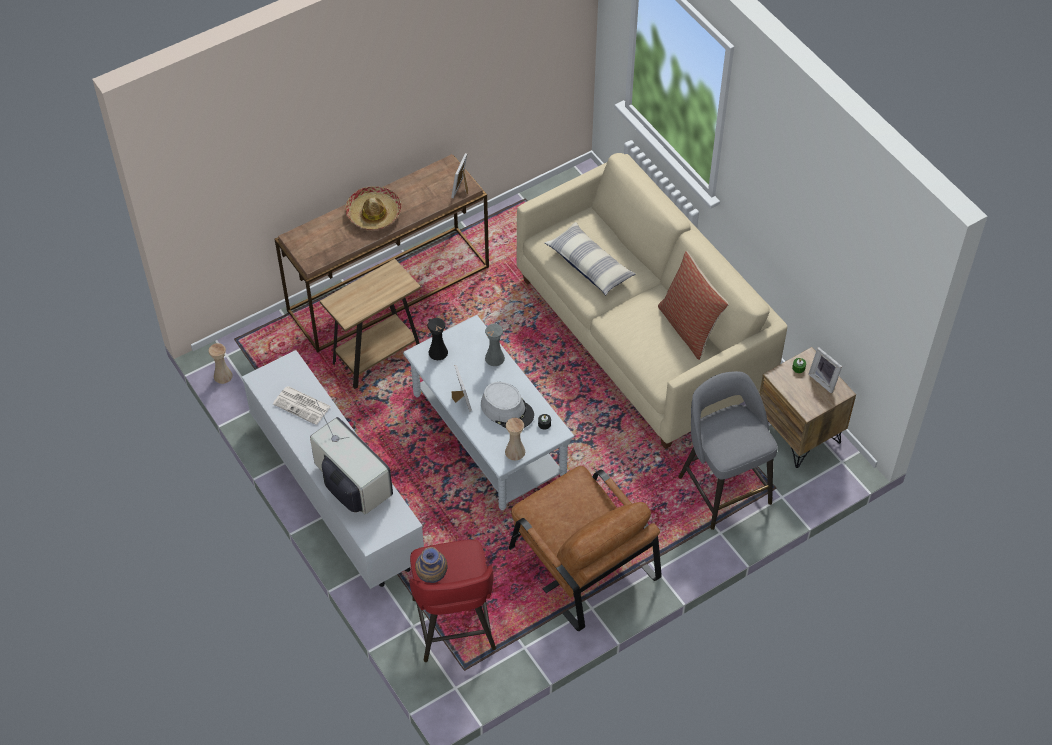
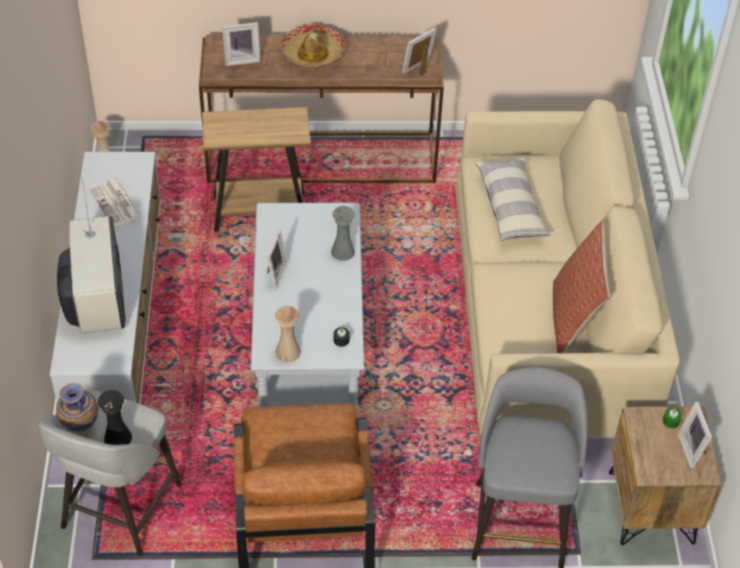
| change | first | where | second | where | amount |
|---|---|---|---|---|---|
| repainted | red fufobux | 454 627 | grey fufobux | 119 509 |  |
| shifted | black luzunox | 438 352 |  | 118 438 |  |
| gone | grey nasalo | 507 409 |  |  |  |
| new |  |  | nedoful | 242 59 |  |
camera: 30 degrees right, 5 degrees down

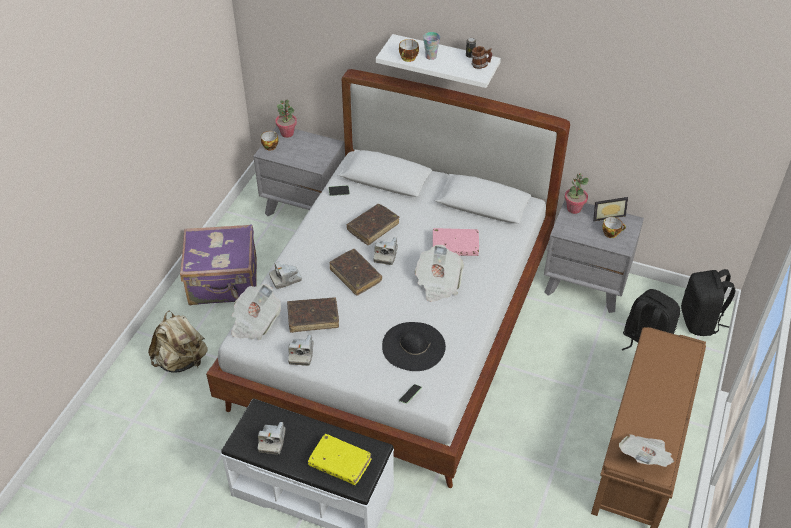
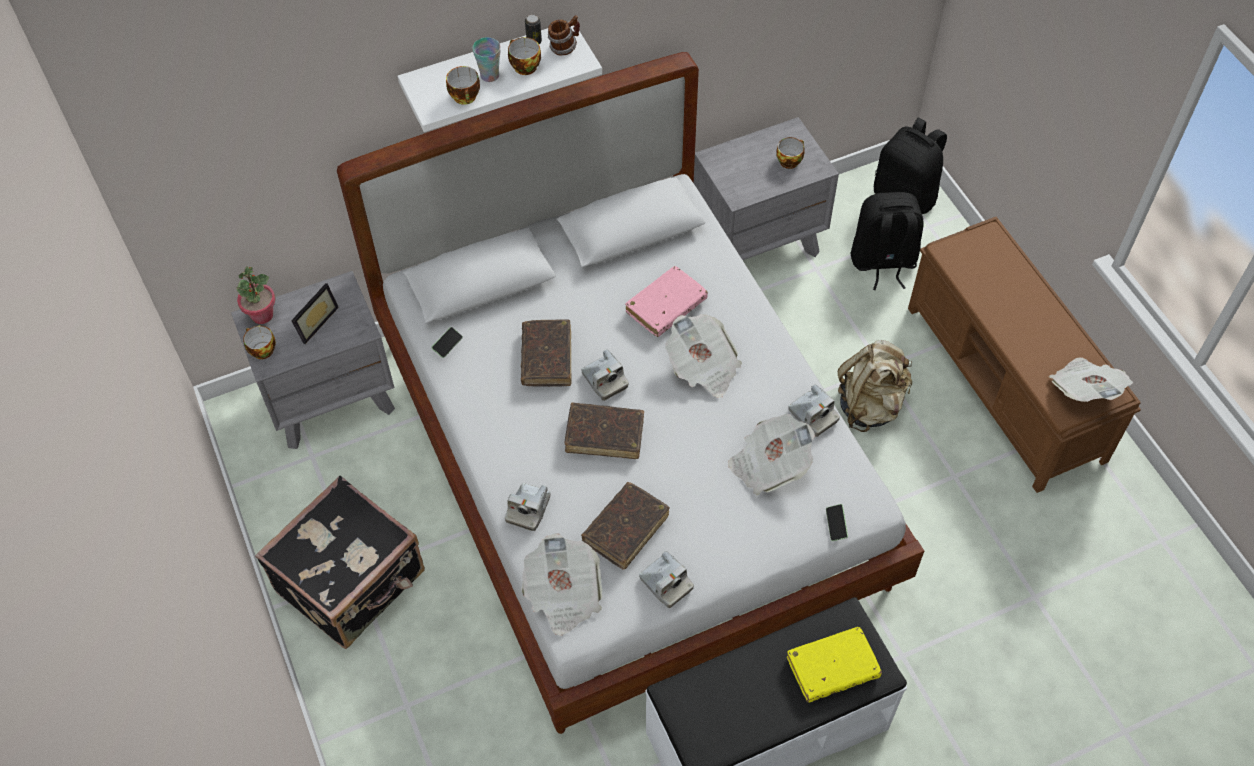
| change | first | where | second | where | amount |
|---|---|---|---|---|---|
| shifted | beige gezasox | 181 361 |  | 870 405 |  |
| repainted | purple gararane | 224 283 | black gararane | 353 582 |  |
| shifted | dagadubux | 272 441 |  | 813 416 |  |
| swapped | black nasalo | 413 346 | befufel | 769 465 |  |
| gone | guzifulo | 573 209 |  |  |  |
| shifted | nedoful | 607 214 |  | 314 321 |  |
| new |  |  | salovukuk | 523 66 |  |
camera: 45 degrees left, 10 degrees up

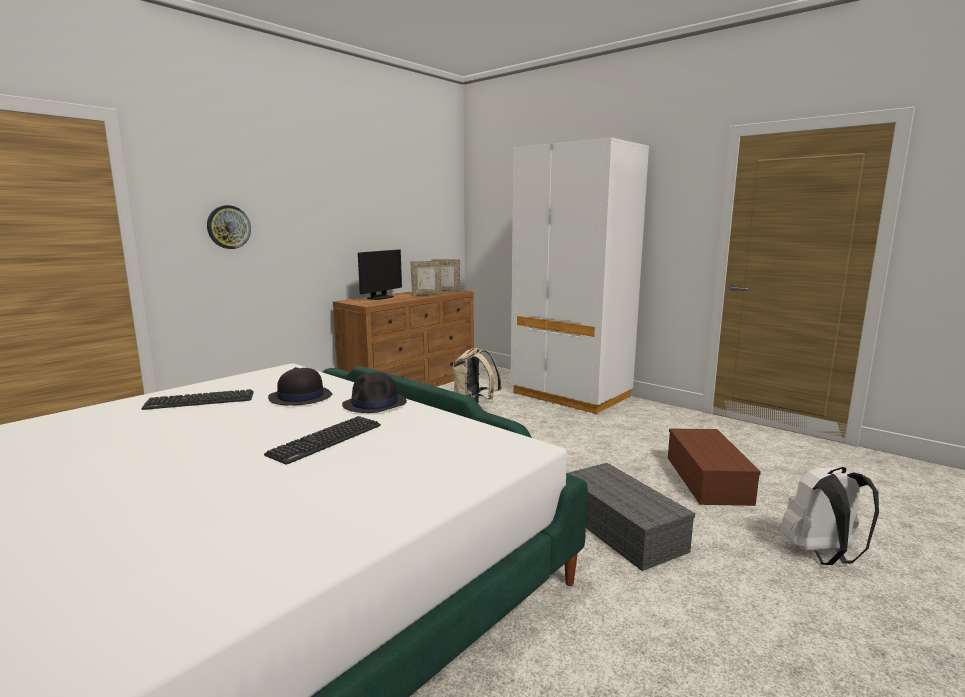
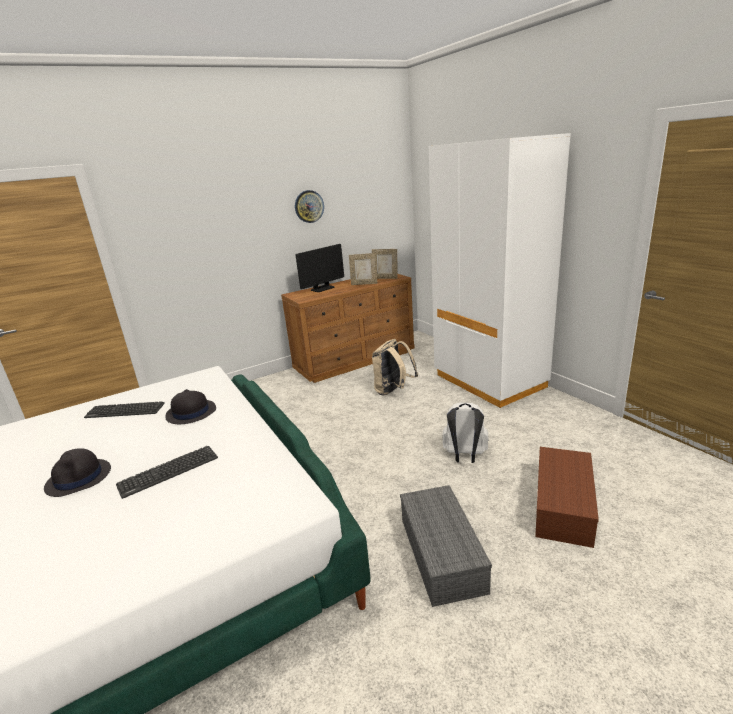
| change | first | where | second | where | amount |
|---|---|---|---|---|---|
| shifted | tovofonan | 228 227 |  | 309 206 |  |
| shifted | black nasalo | 375 404 |  | 79 478 |  |
| shifted | white gezasox | 822 555 |  | 465 456 |  |
camera: 20 degrees right, 10 degrees up

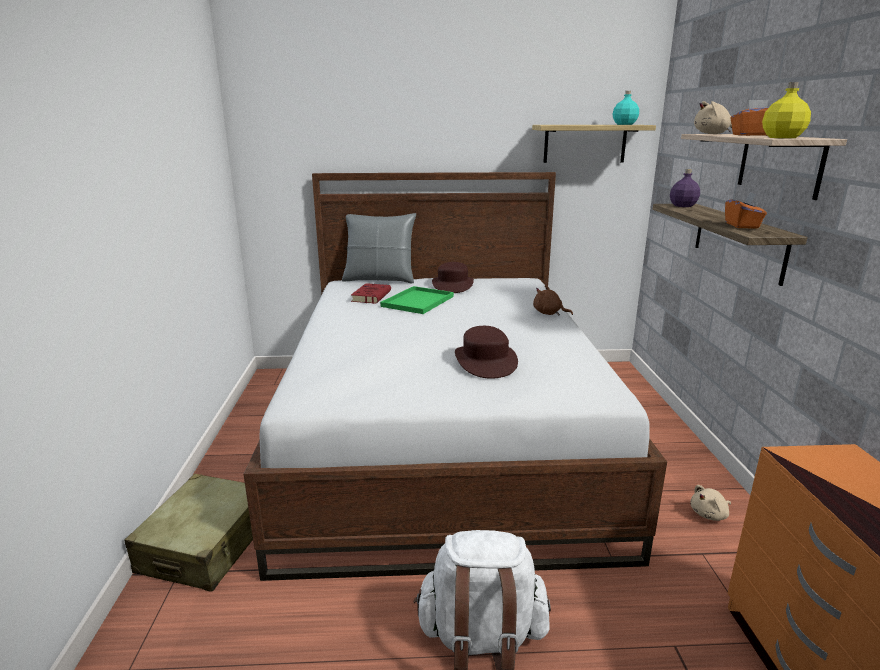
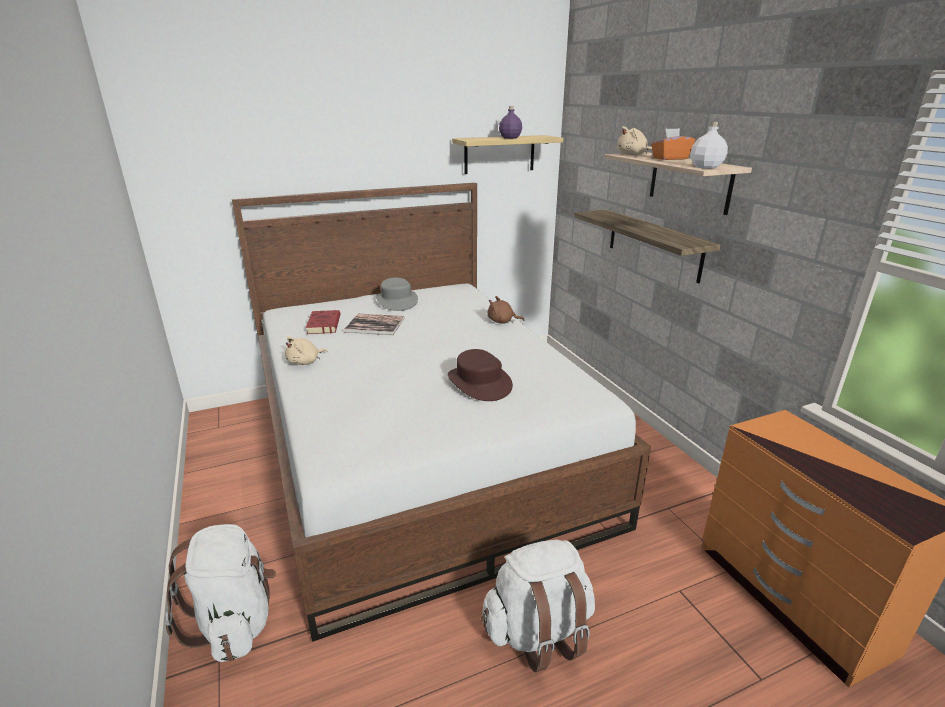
| change | first | where | second | where | amount |
|---|---|---|---|---|---|
| swapped | beige gararane | 206 545 | white gezasox | 235 622 |  |
| gone | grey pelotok | 379 279 |  |  |  |
| swapped | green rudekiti | 418 302 | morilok | 375 325 |  |
| repainted | brown nasalo | 452 285 | grey nasalo | 396 301 |  |
| gone | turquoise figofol | 624 124 |  |  |  |
| shifted | purple figofol | 682 206 |  | 510 138 |  |
| shifted | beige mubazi | 709 514 |  | 305 362 |  |
| gone | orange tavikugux | 742 225 |  |  |  |
| repainted | yellow figofol | 781 138 | white figofol | 705 167 |  |
camera: 20 degrees left, 5 degrees up

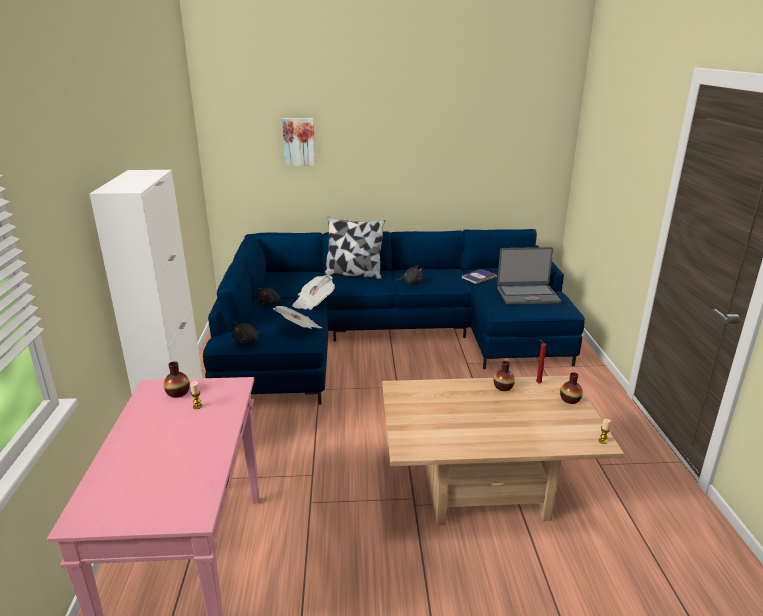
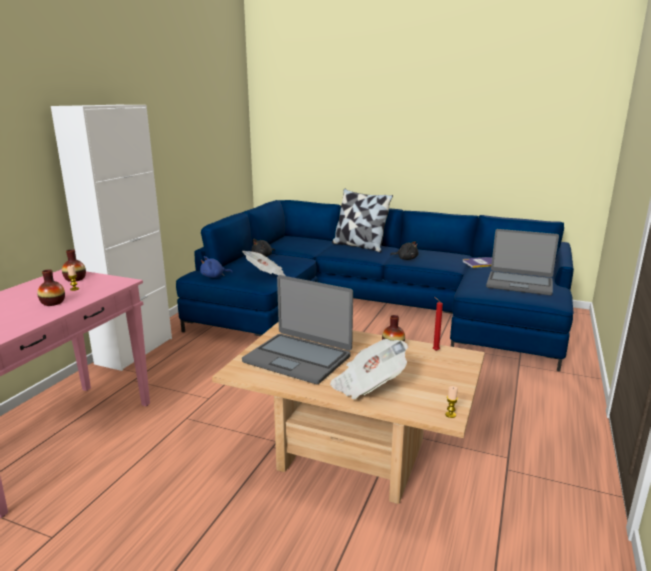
| change | first | where | second | where | amount |
|---|---|---|---|---|---|
| repainted | black mubazi | 247 342 | blue mubazi | 214 277 |  |
| gone | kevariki | 299 142 |  |  |  |
| shifted | befufel | 313 303 |  | 368 385 |  |
| shifted | luzunox | 570 399 |  | 53 303 |  |
| new |  |  | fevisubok | 298 358 |  |
camera: 25 degrees right, 5 degrees down

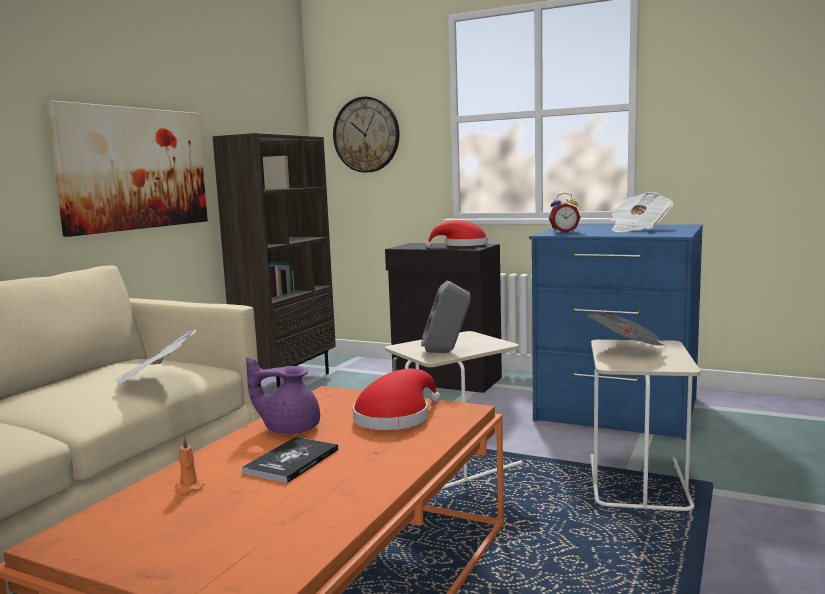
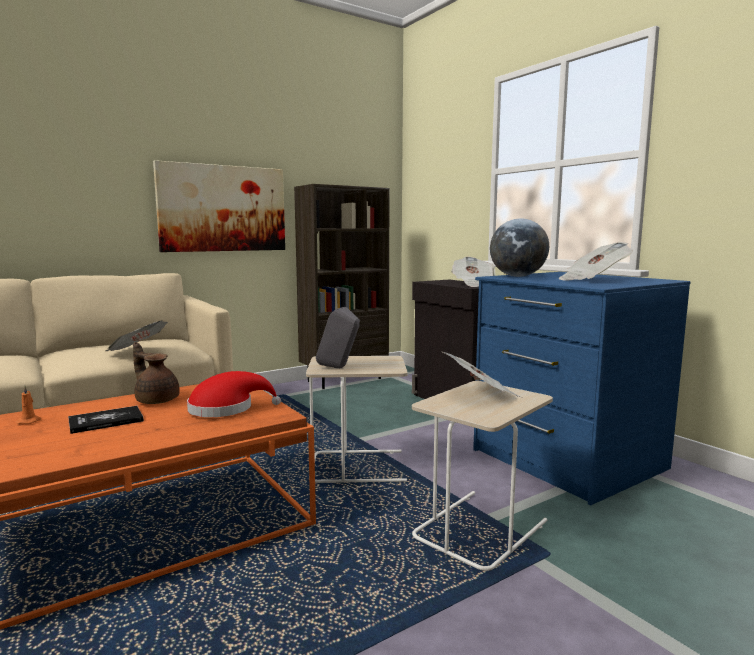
| change | first | where | second | where | amount |
|---|---|---|---|---|---|
| repainted | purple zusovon | 289 428 | brown zusovon | 156 400 |  |
| gone | tovofonan | 366 135 |  |  |  |
| swapped | red nasalo | 462 246 | befufel | 473 284 |  |
| swapped | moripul | 563 232 | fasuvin | 518 276 |  |
camera: 30 degrees right, 0 degrees up

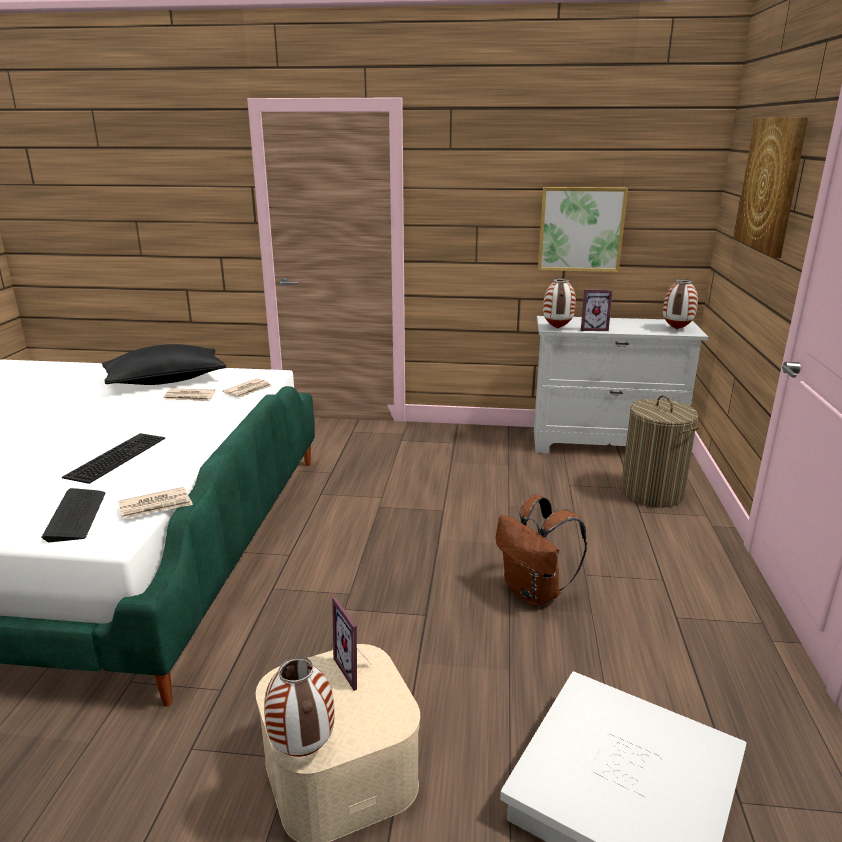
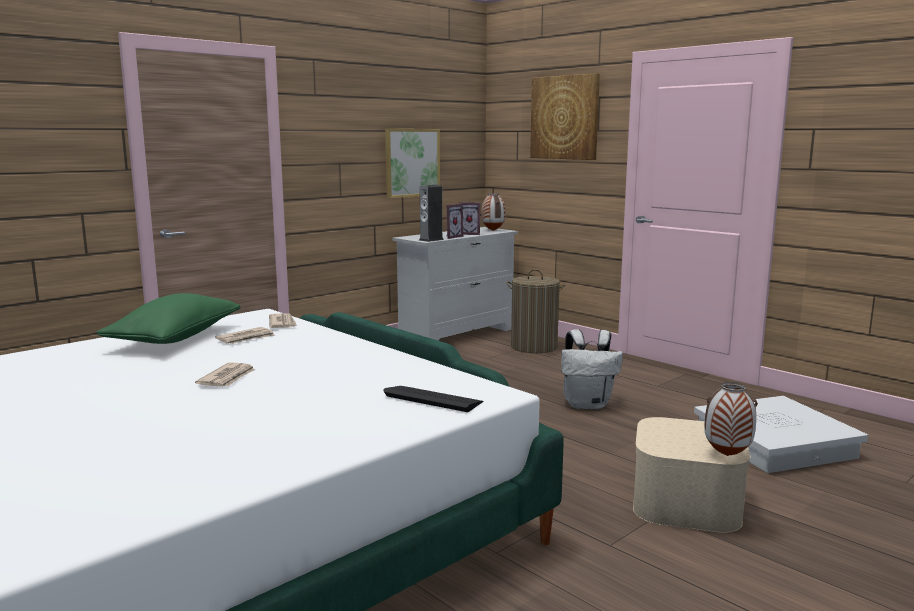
| change | first | where | second | where | amount |
|---|---|---|---|---|---|
| gone | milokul | 115 456 |  |  |  |
| repainted | black pelotok | 166 381 | green pelotok | 175 338 |  |
| shifted | befufel | 156 506 |  | 228 378 |  |
| shifted | nedoful | 356 669 |  | 470 234 |  |
| repainted | brown gezasox | 534 593 | white gezasox | 587 404 |  |
| swapped | luzunox | 557 328 | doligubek | 431 240 |  |
camera: 50 degrees left, 10 degrees down

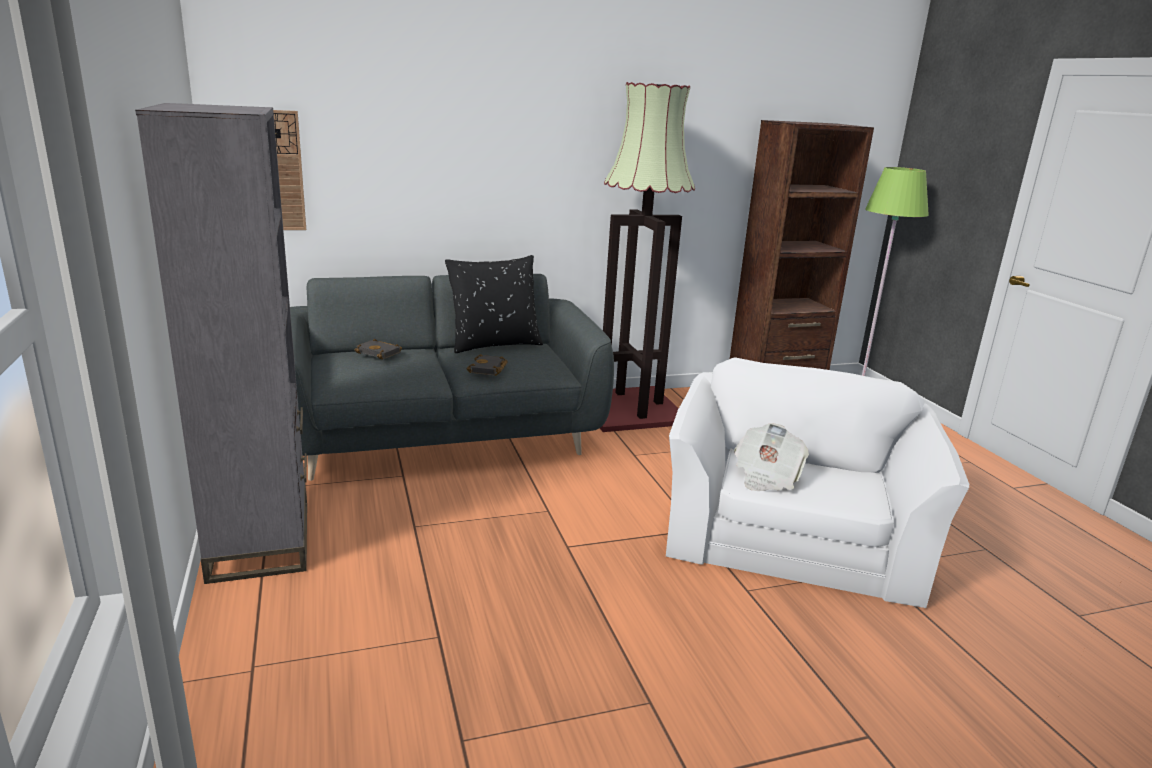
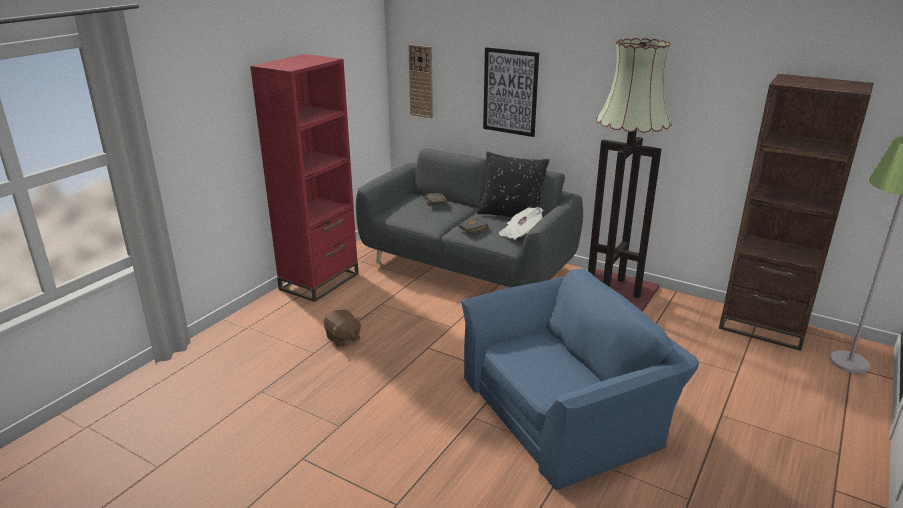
| change | first | where | second | where | amount |
|---|---|---|---|---|---|
| repainted | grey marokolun | 261 540 | red marokolun | 319 281 |  |
| repainted | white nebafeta | 792 531 | blue nebafeta | 565 409 |  |
| shifted | befufel | 766 476 |  | 520 233 |  |
| new |  |  | brown mubazi | 343 338 |  |
| new |  |  | kevariki | 510 92 |  |
camera: 50 degrees right, 5 degrees up

